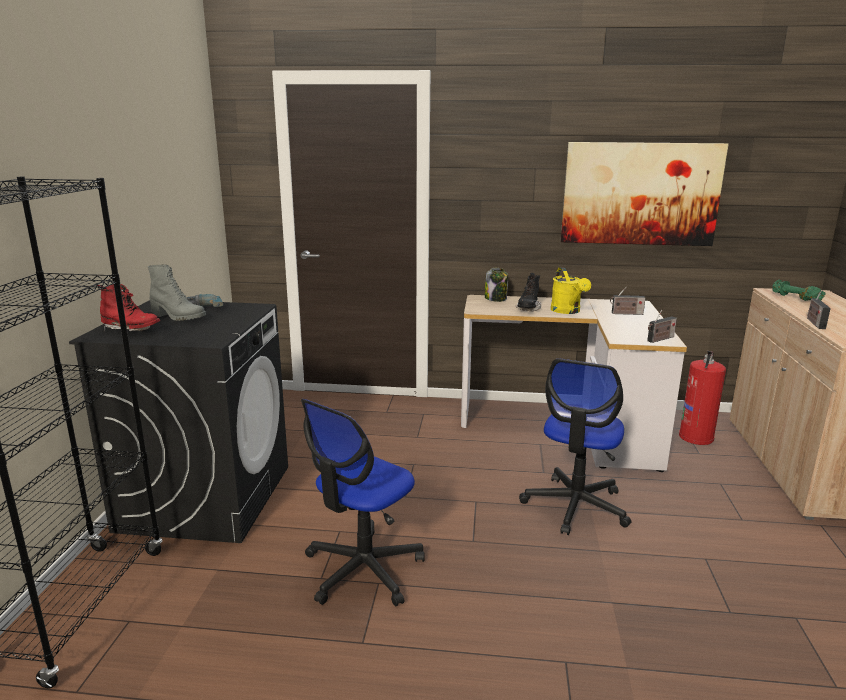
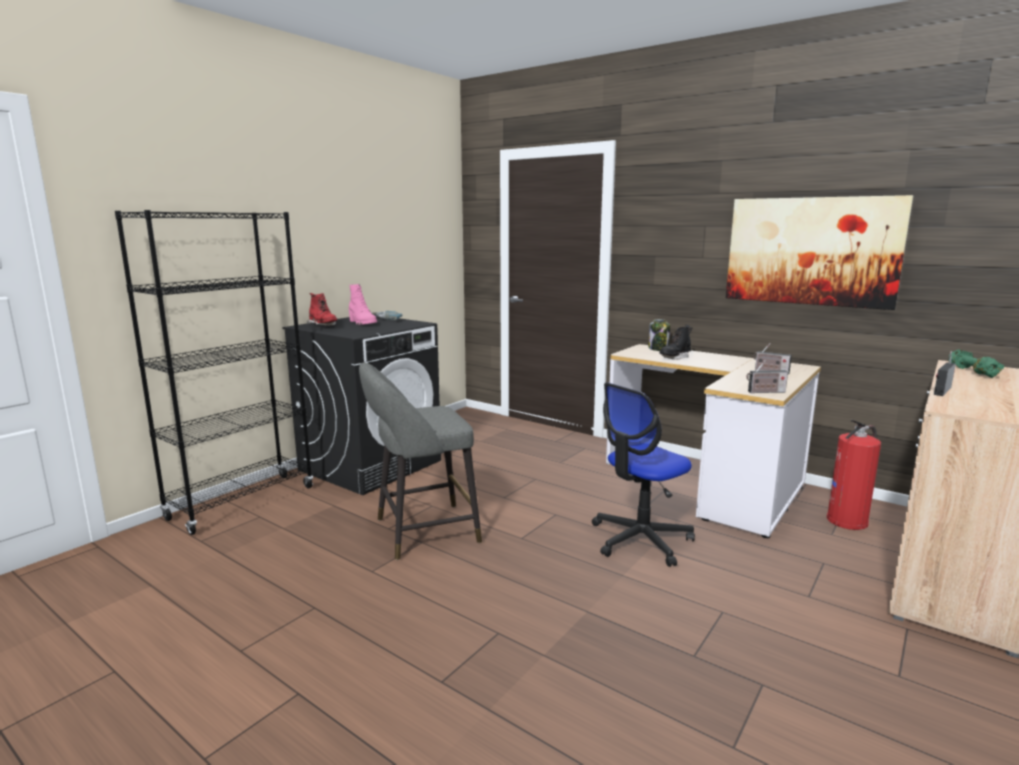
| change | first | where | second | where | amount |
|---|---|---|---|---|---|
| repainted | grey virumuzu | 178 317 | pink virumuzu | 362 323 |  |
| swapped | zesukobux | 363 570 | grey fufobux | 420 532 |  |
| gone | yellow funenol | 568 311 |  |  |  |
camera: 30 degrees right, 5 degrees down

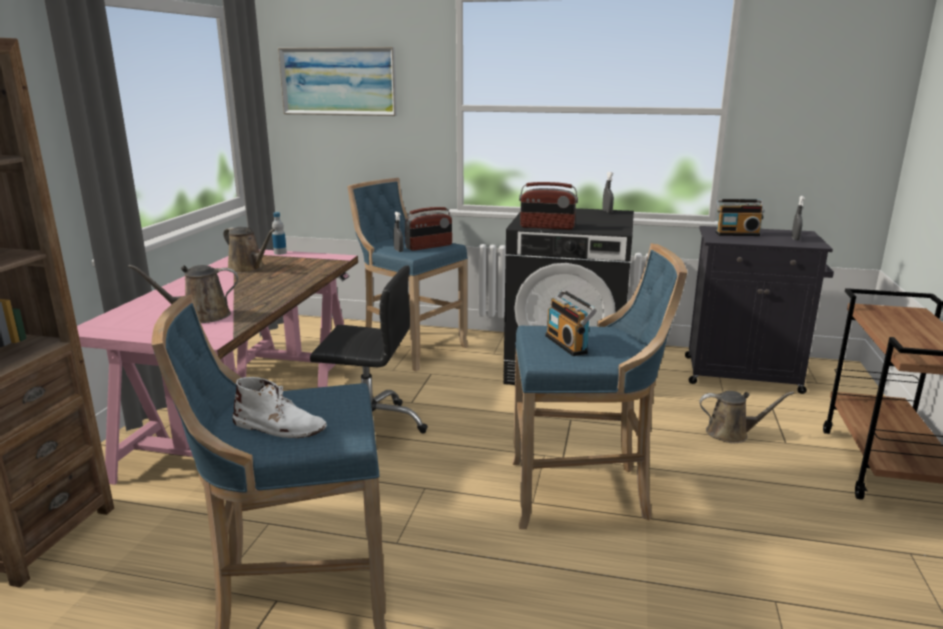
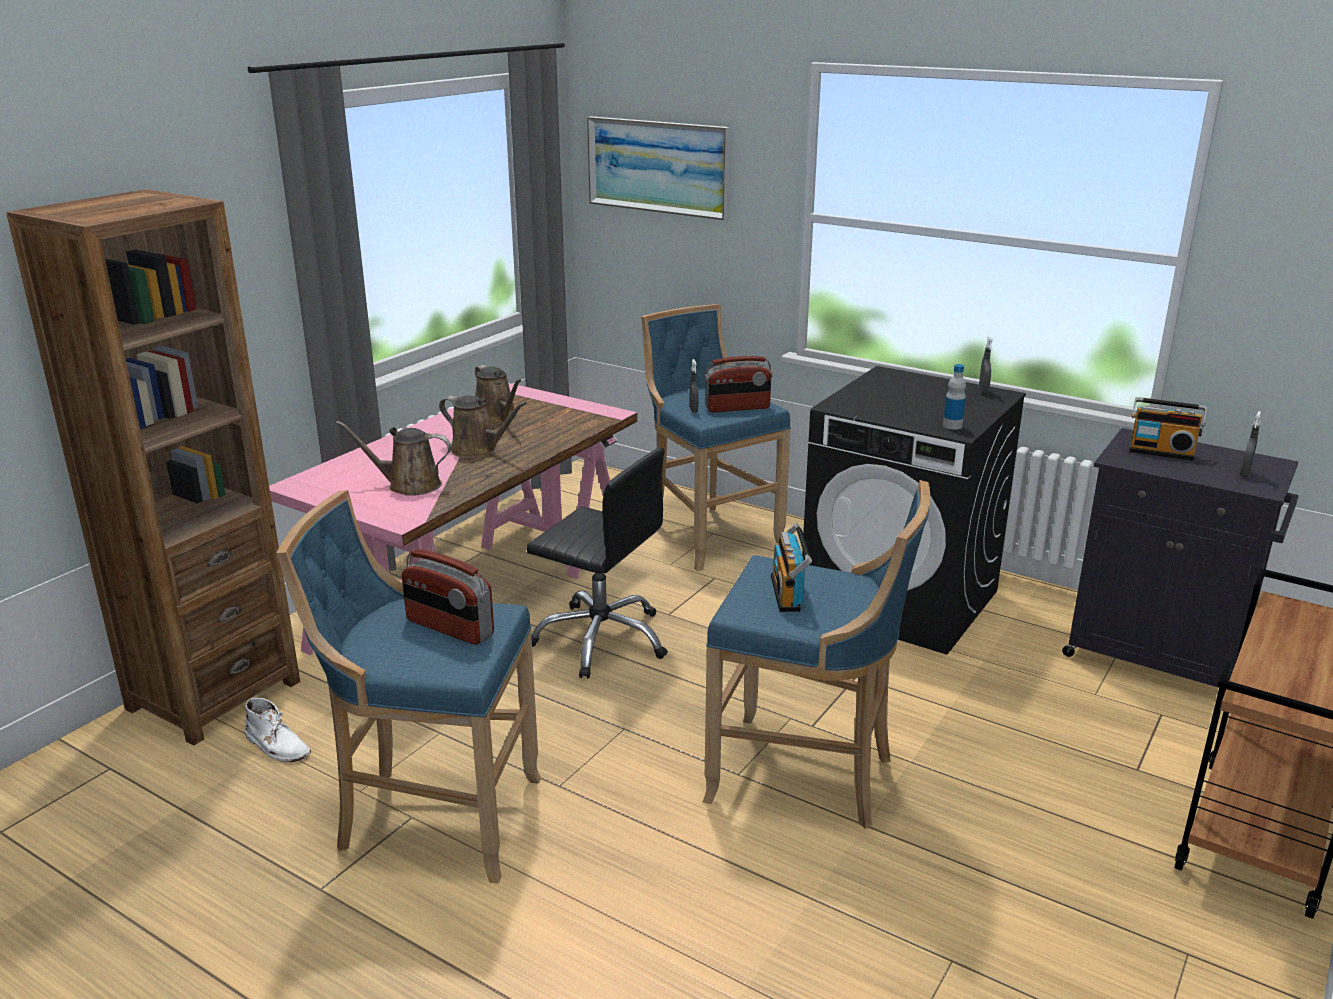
| change | first | where | second | where | amount |
|---|---|---|---|---|---|
| shifted | white virumuzu | 279 427 |  | 277 746 |  |
| shifted | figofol | 280 253 |  | 952 426 |  |
| shifted | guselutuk | 547 227 |  | 449 628 |  |
| shifted | brown funenol | 731 433 |  | 478 449 |  |
camera: 20 degrees right, 5 degrees up

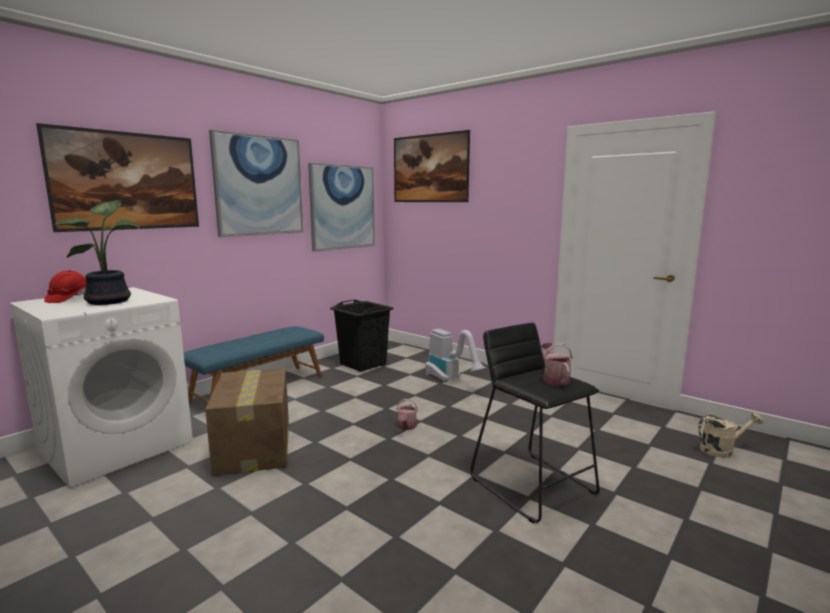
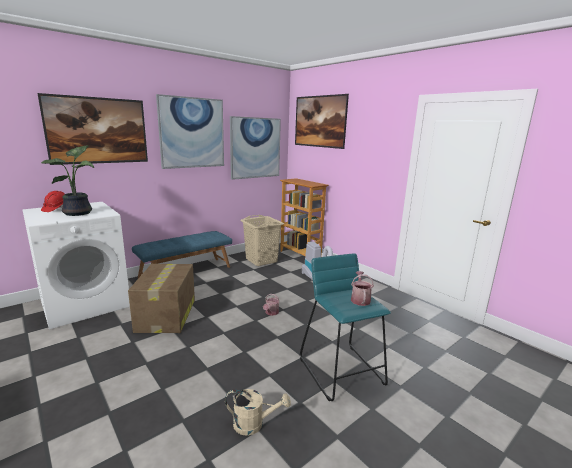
| change | first | where | second | where | amount |
|---|---|---|---|---|---|
| repainted | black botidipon | 363 364 | beige botidipon | 261 260 |  |
| repainted | black fufobux | 533 485 | turquoise fufobux | 342 371 |  |
| shifted | beige funenol | 722 450 |  | 254 424 |  |
| new |  |  | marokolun | 300 255 |  |
camera: 10 degrees right, 5 degrees up

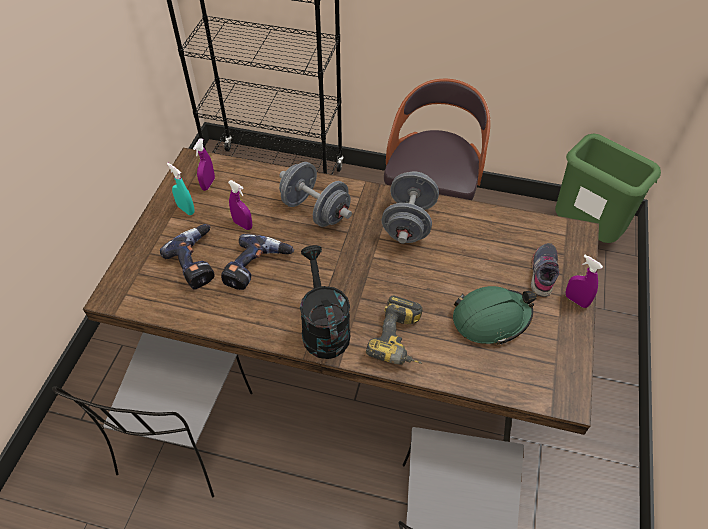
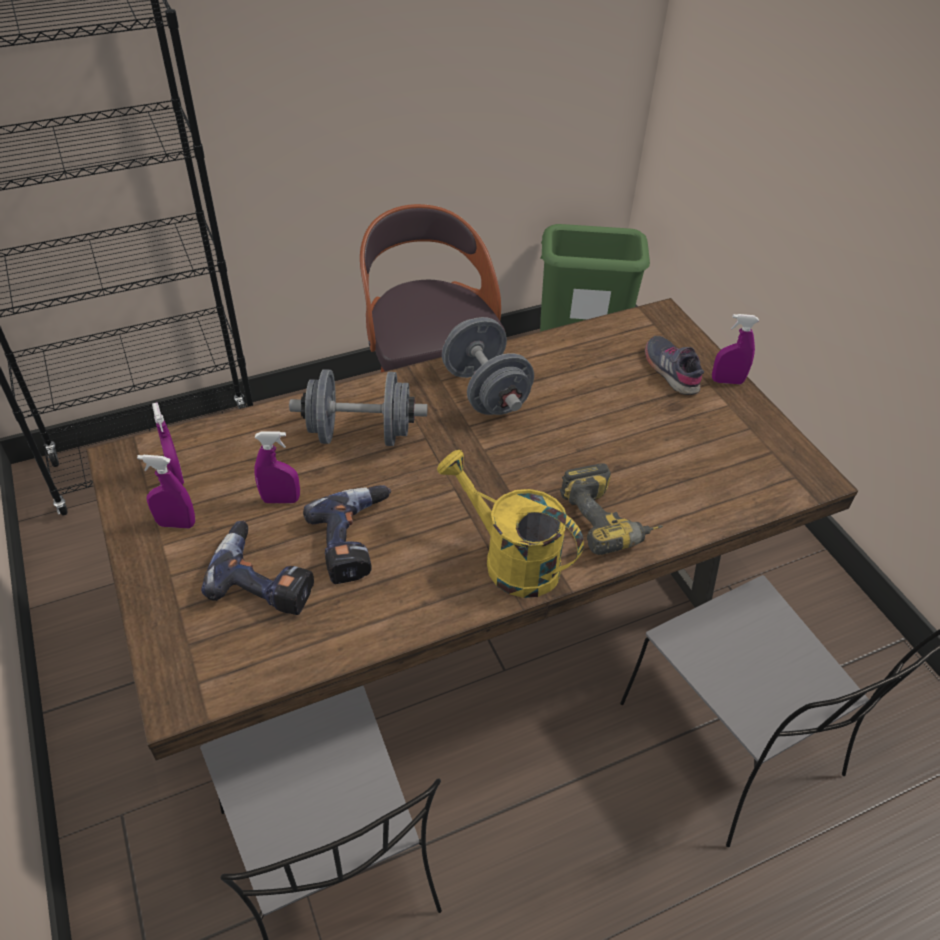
| change | first | where | second | where | amount |
|---|---|---|---|---|---|
| repainted | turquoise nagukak | 186 209 | purple nagukak | 176 524 |  |
| repainted | black funenol | 323 327 | yellow funenol | 510 559 |  |
| gone | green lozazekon | 491 319 |  |  |  |
camera: 40 degrees left, 5 degrees down

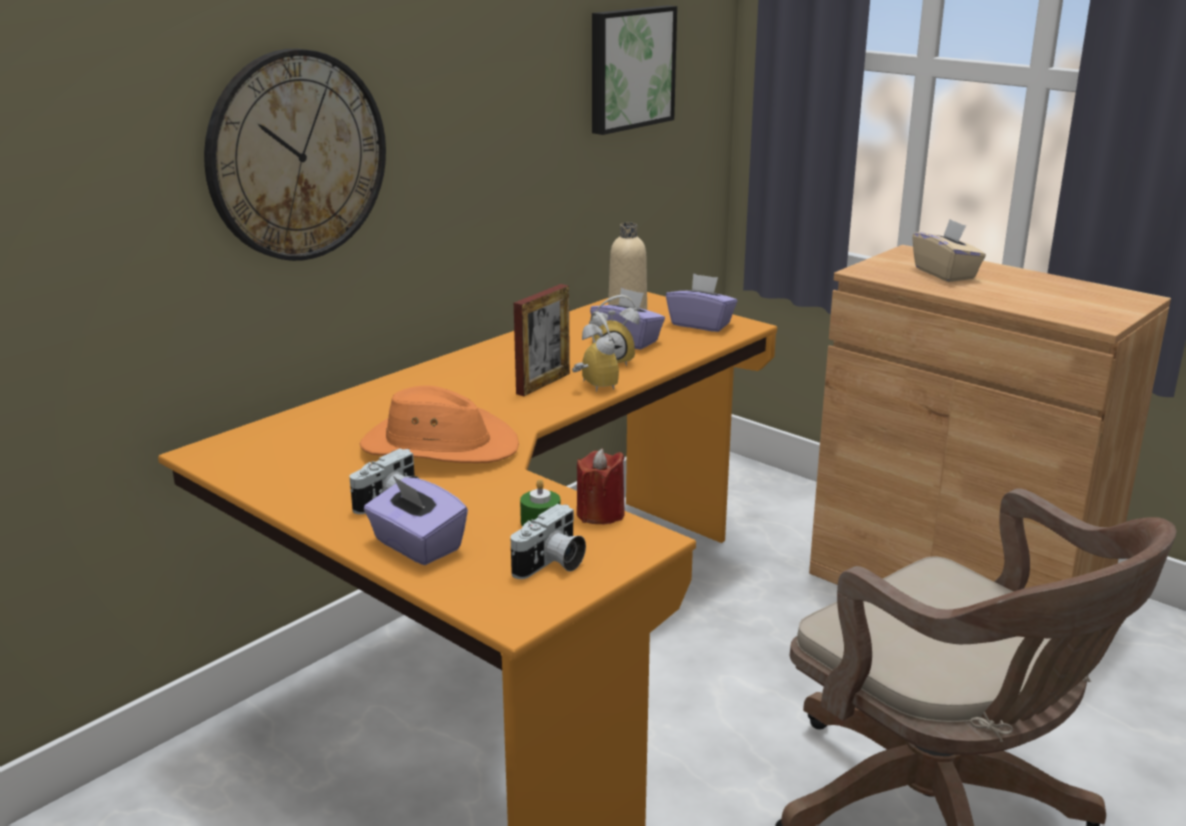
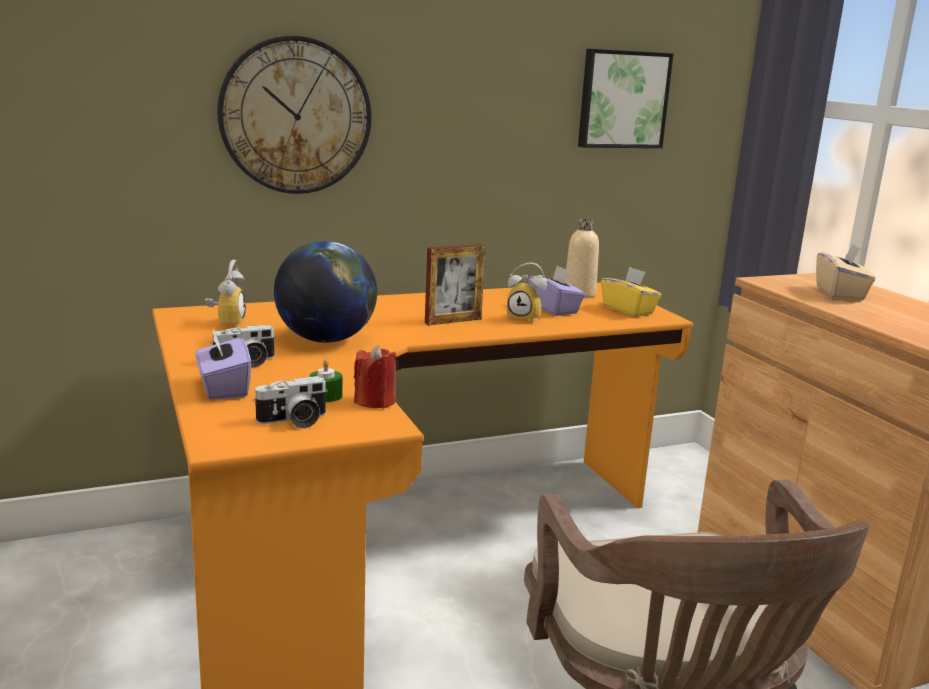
| change | first | where | second | where | amount |
|---|---|---|---|---|---|
| swapped | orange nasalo | 439 446 | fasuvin | 326 339 |  |
| shifted | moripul | 592 386 |  | 227 322 |  |
| repainted | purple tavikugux | 701 324 | yellow tavikugux | 628 310 |  |
camera: 25 degrees right, 5 degrees down

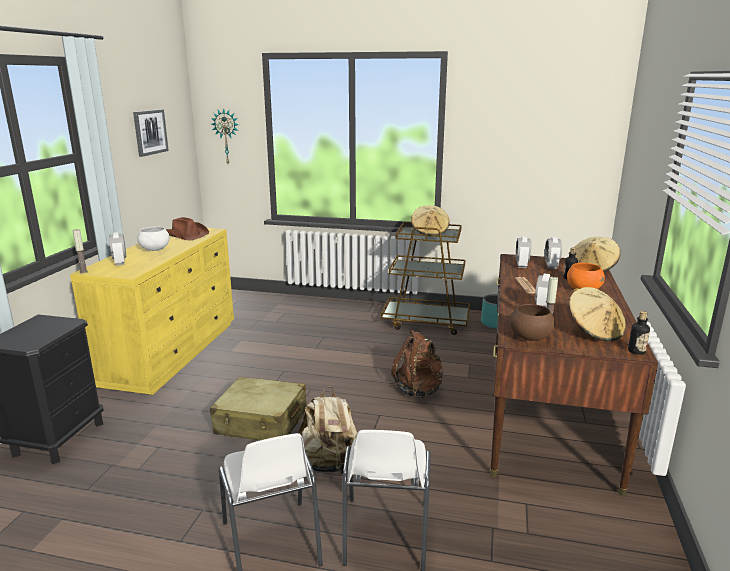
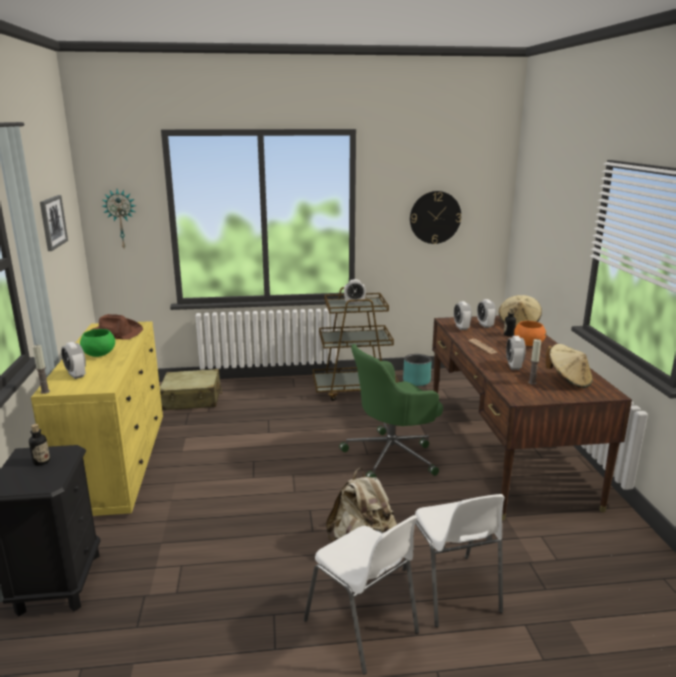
| change | first | where | second | where | amount |
|---|---|---|---|---|---|
| repainted | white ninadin | 155 249 | green ninadin | 99 354 |  |
| shifted | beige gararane | 261 422 |  | 192 399 |  |
| swapped | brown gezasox | 418 390 | green zesukobux | 392 456 |  |
| swapped | beige nasalo | 429 232 | moripul | 354 303 |  |
| gone | brown ninadin | 530 337 |  |  |  |
| shifted | figofol | 636 351 |  | 41 462 |  |
| new |  |  | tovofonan | 435 217 |  |
camera: 20 degrees left, 0 degrees up

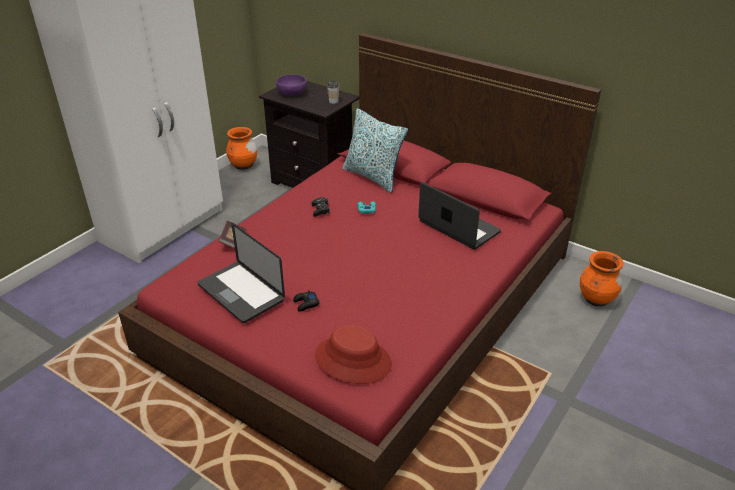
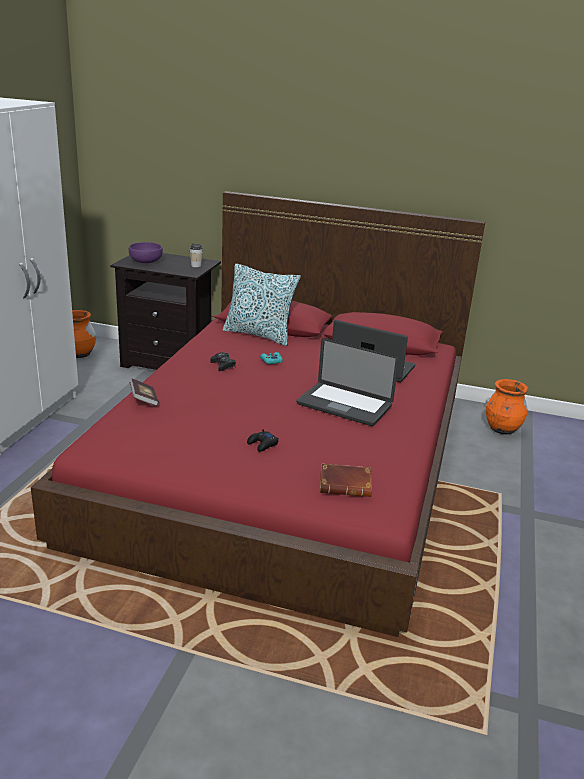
| change | first | where | second | where | amount |
|---|---|---|---|---|---|
| shifted | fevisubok | 241 293 |  | 344 405 |  |
| swapped | red nasalo | 353 360 | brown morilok | 346 484 |  |
camera: 20 degrees left, 10 degrees down

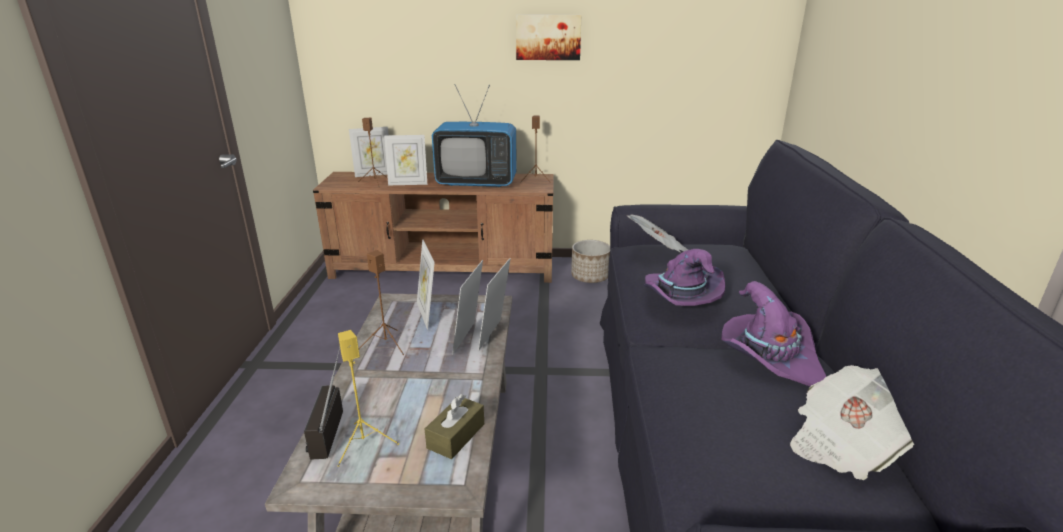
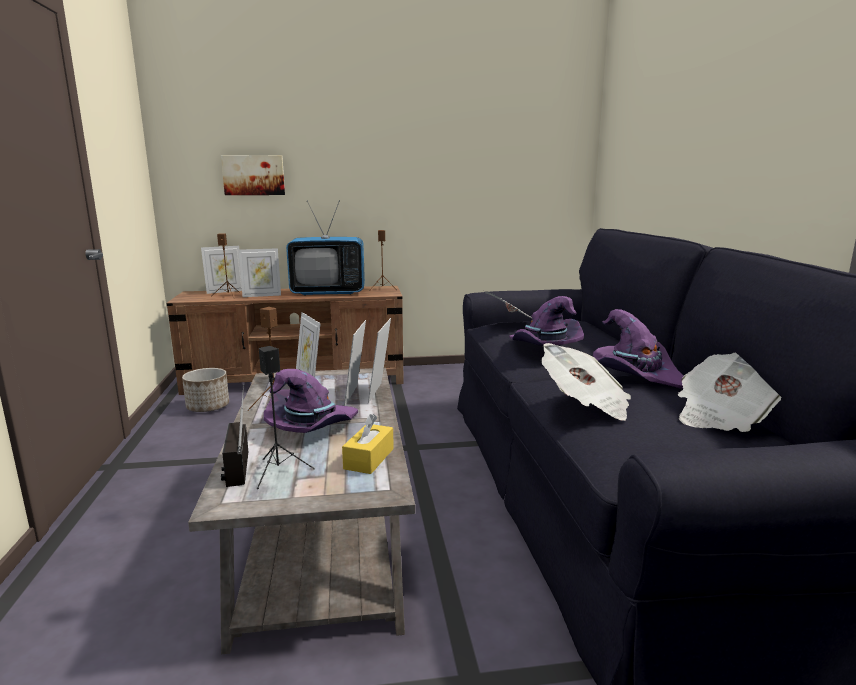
| change | first | where | second | where | amount |
|---|---|---|---|---|---|
| repainted | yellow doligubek | 365 443 | black doligubek | 279 471 |  |
| repainted | brown tavikugux | 456 436 | yellow tavikugux | 369 458 |  |
| shifted | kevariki | 548 37 |  | 254 175 |  |
| shifted | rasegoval | 590 277 |  | 208 407 |  |
| new |  |  | purple nasalo | 312 427 |  |
| new |  |  | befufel | 585 404 |  |
camera: 10 degrees left, 10 degrees down

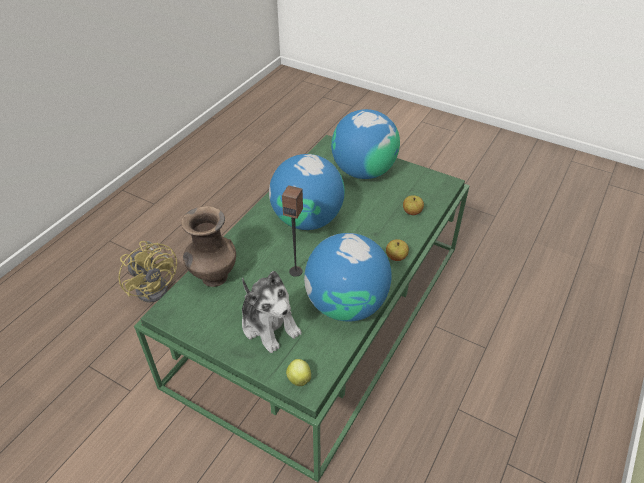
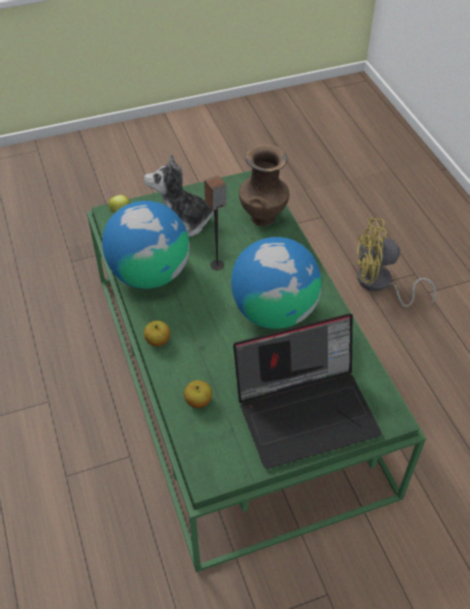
| change | first | where | second | where | amount |
|---|---|---|---|---|---|
| swapped | fasuvin | 363 171 | fevisubok | 307 410 |  |
camera: 130 degrees right, 5 degrees up

